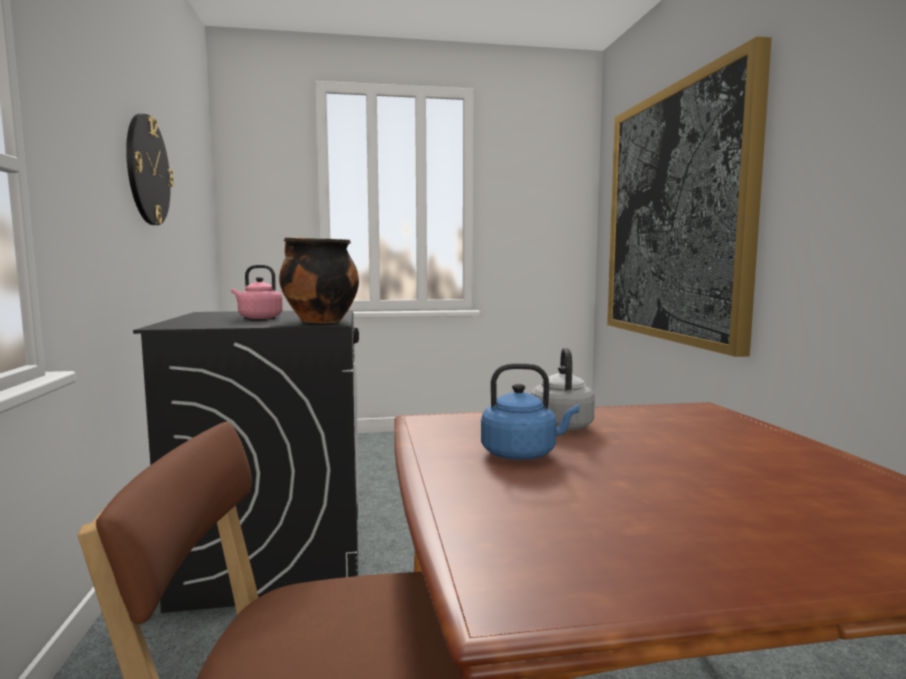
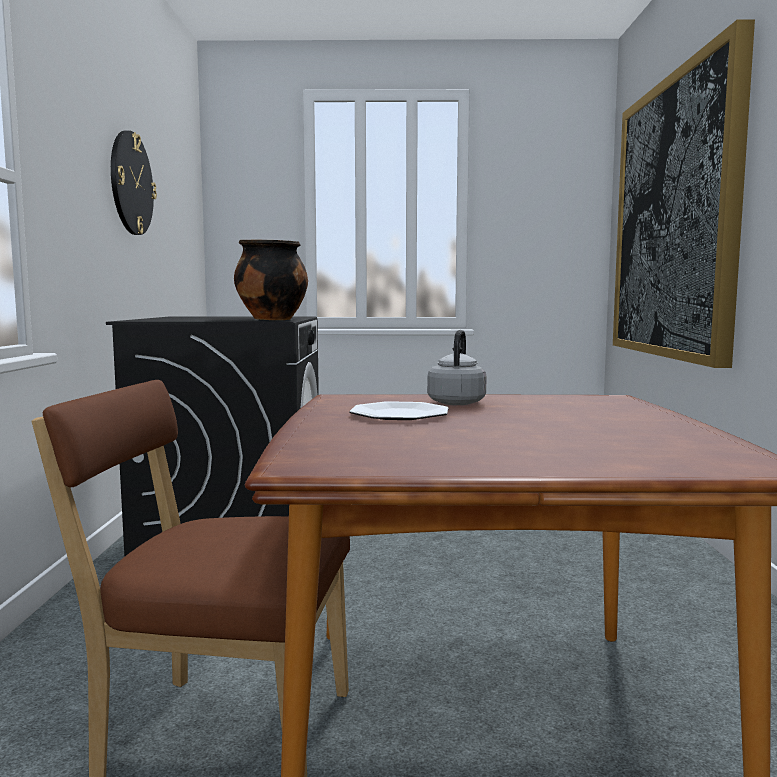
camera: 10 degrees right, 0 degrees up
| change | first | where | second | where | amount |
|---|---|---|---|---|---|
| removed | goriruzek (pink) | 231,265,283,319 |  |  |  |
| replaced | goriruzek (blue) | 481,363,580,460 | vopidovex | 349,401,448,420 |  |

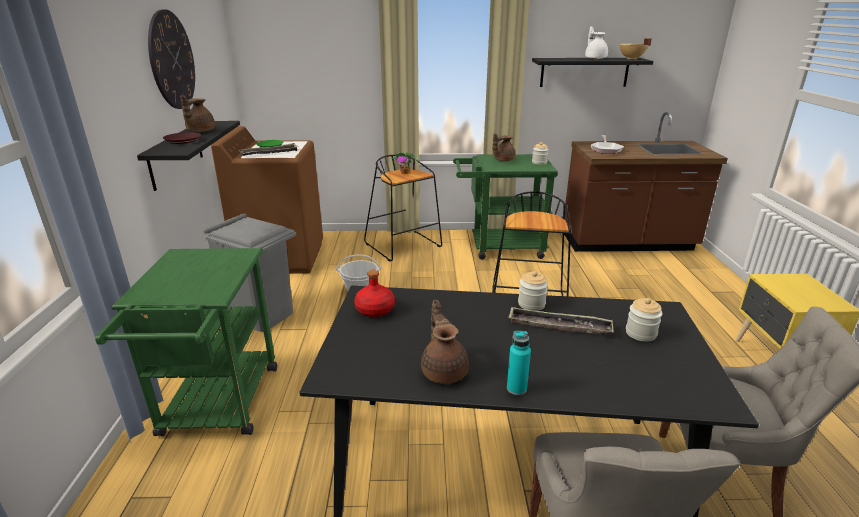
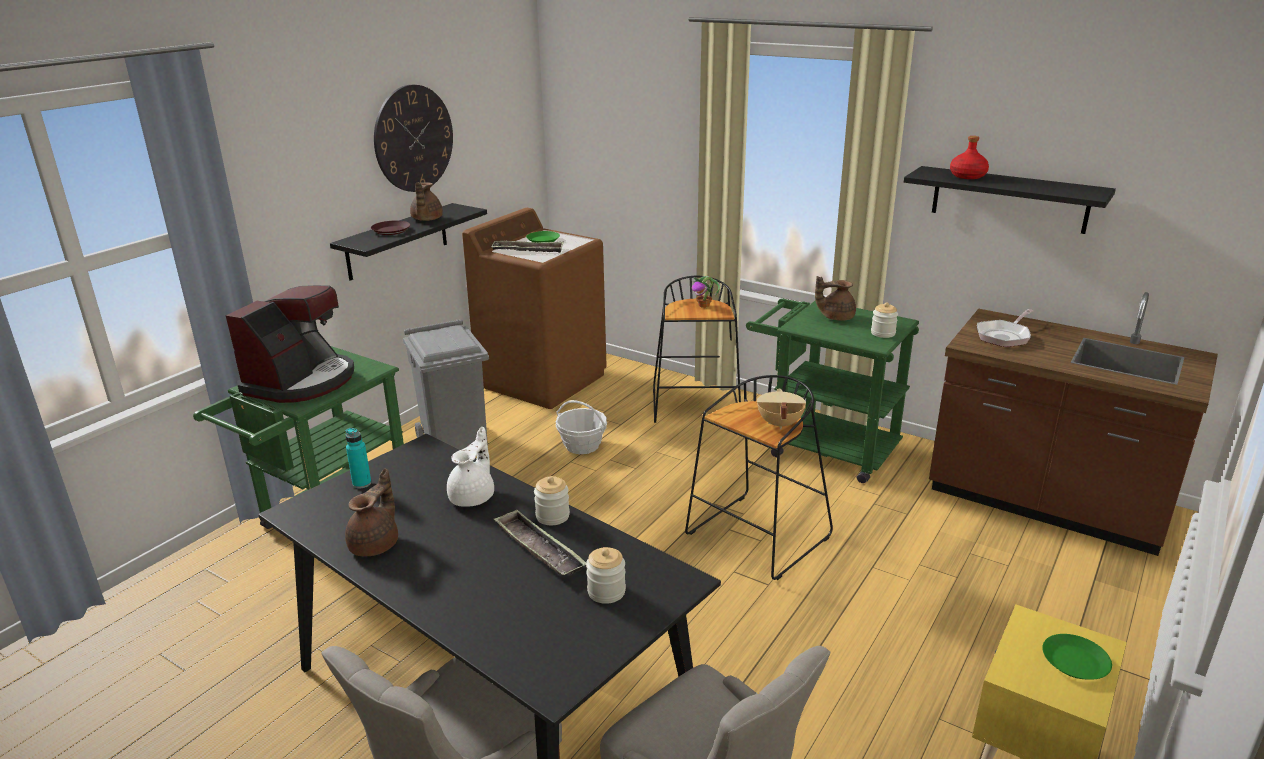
camera: 35 degrees right, 0 degrees up
| change | first | where | second | where | amount |
|---|---|---|---|---|---|
| moved | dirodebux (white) | 585,26,608,59 |  | 447,427,494,507 |  |
| moved | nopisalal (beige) | 620,38,652,59 |  | 757,389,806,429 |  |
| turned | dirodebux (brown) | 180,95,215,132 |  | 410,182,443,221 | 45 degrees counterclockwise |
| moved | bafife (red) | 354,270,395,317 |  | 950,136,989,179 |  |
| moved | bafife (turquoise) | 507,331,531,395 |  | 346,428,371,489 |  |
| added |  |  | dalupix | 226,285,354,403 |  |
| added |  |  | vopidovex (green) | 1042,634,1112,680 |  |

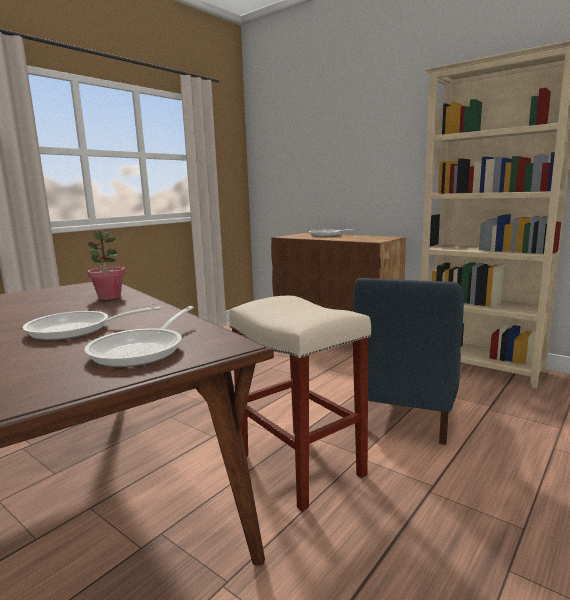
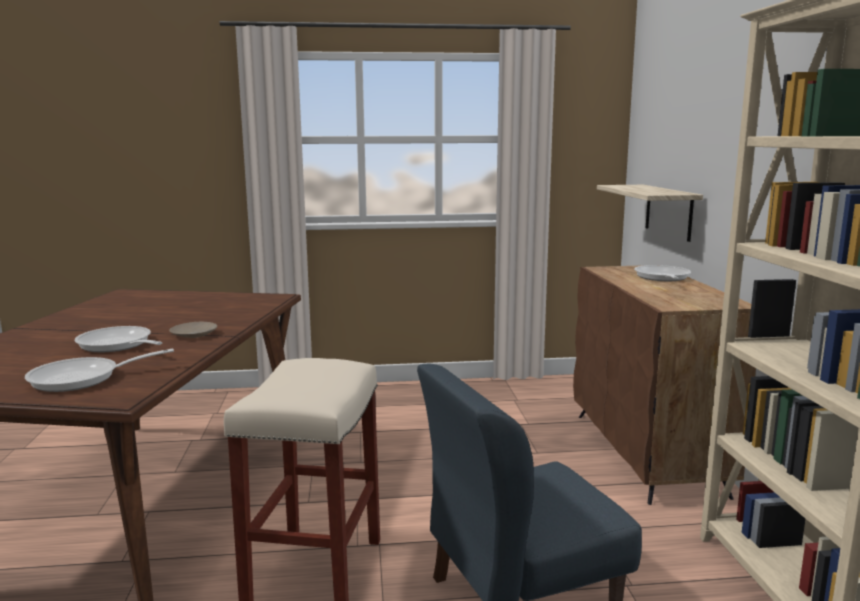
camera: 45 degrees right, 0 degrees up
| change | first | where | second | where | amount |
|---|---|---|---|---|---|
| removed | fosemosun | 87,230,125,300 |  |  |  |
| added |  |  | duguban | 597,185,703,242 |  |
| added |  |  | vopidovex (beige) | 169,322,217,338 |  |

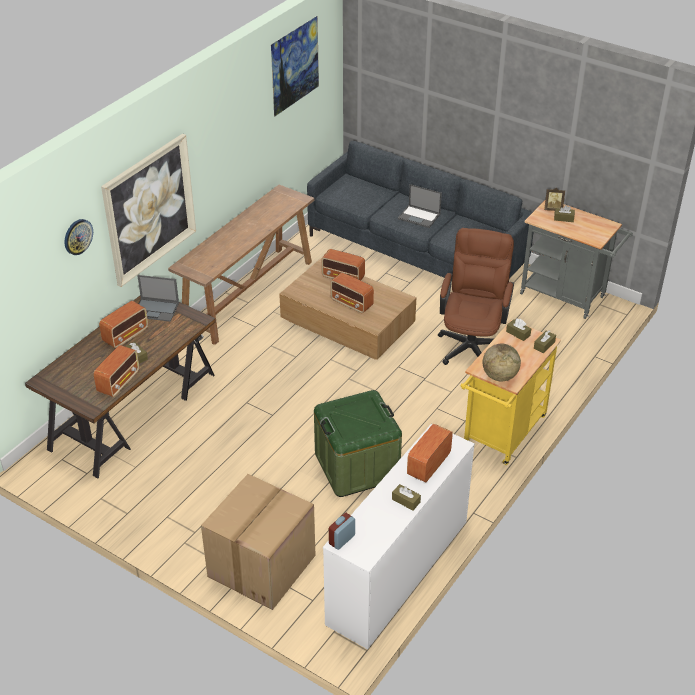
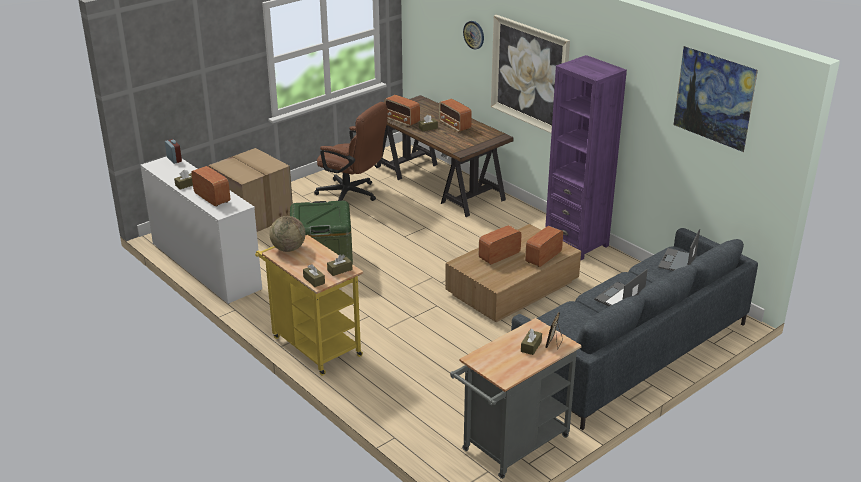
camera: 105 degrees right, 10 degrees down
| change | first | where | second | where | amount |
|---|---|---|---|---|---|
| replaced | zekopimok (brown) | 168,185,314,345 | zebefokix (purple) | 545,55,627,260 |  |
| moved | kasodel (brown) | 438,228,514,365 |  | 314,102,388,201 |  |
| moved | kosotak | 137,275,179,322 |  | 658,229,700,271 |  |

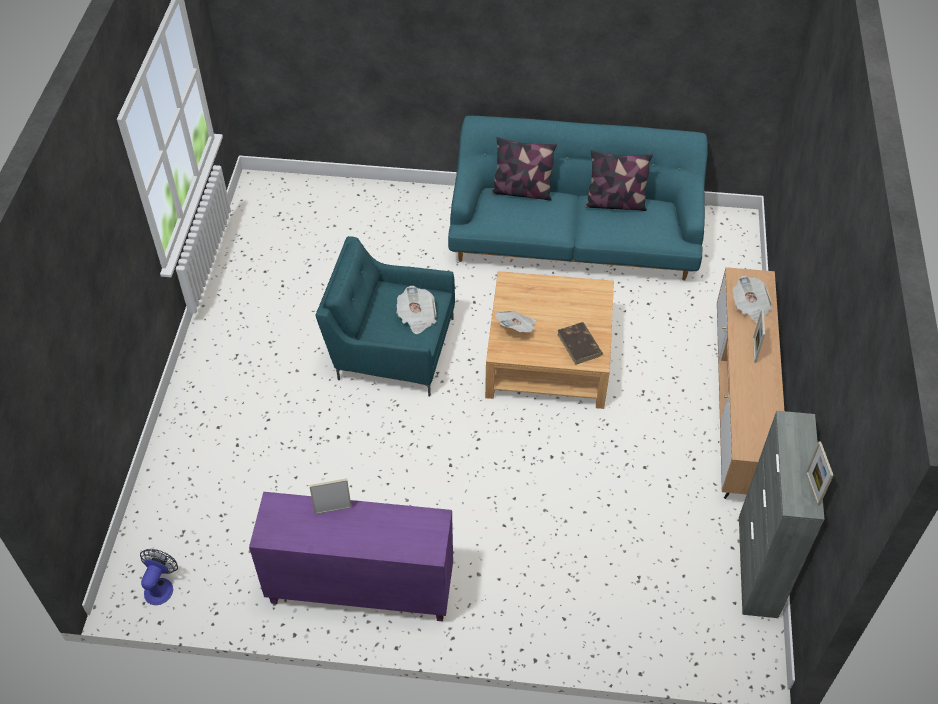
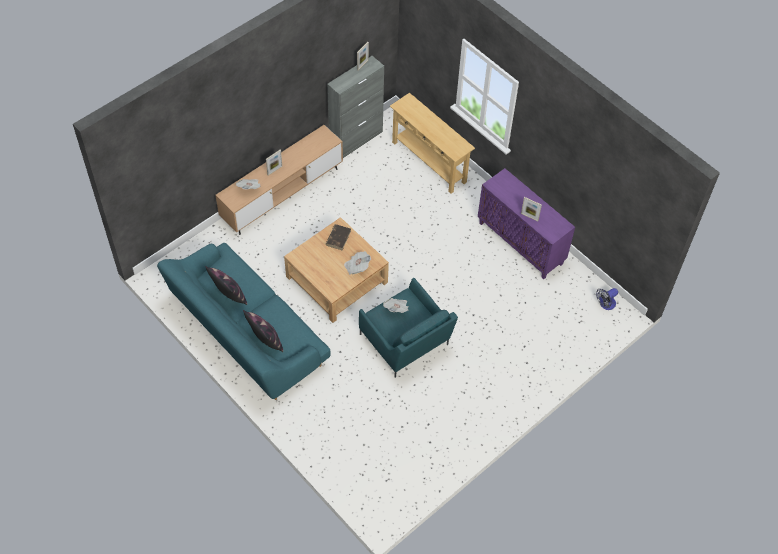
camera: 140 degrees left, 5 degrees up
| change | first | where | second | where | amount |
|---|---|---|---|---|---|
| added |  |  | zekopimok (beige) | 390,93,475,194 |  |

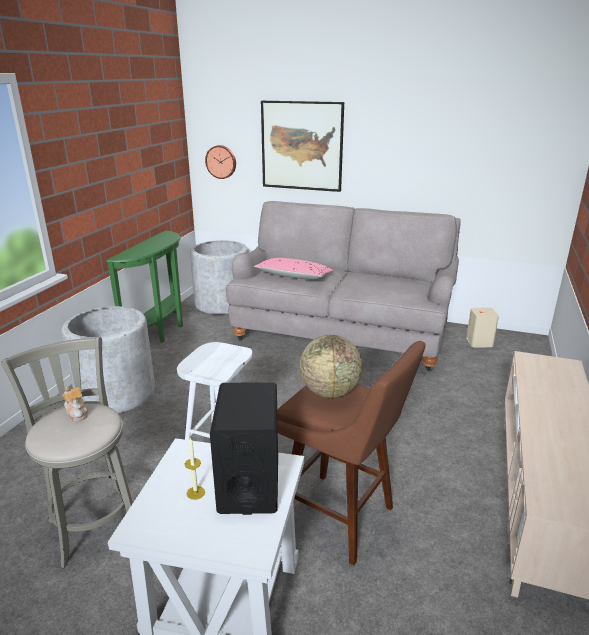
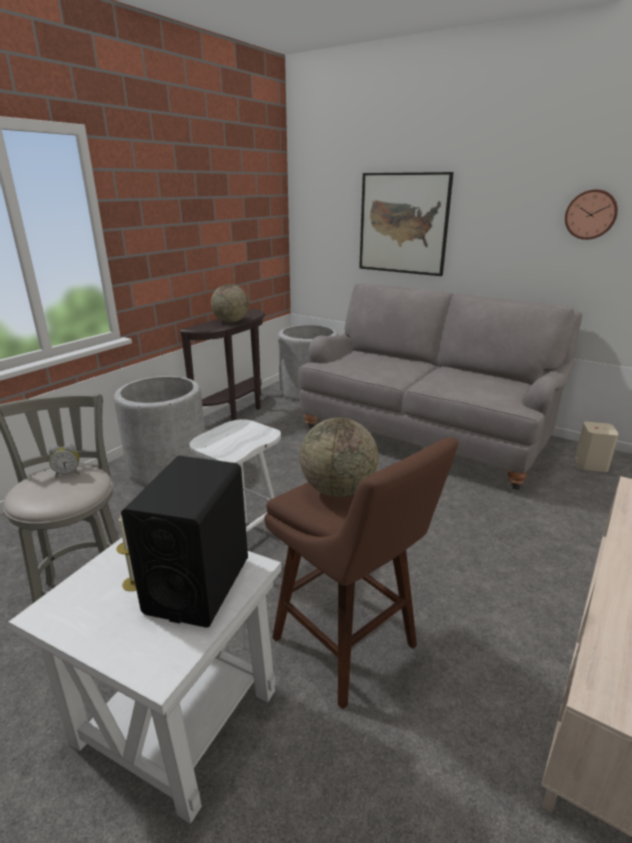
camera: 15 degrees right, 0 degrees up
| change | first | where | second | where | amount |
|---|---|---|---|---|---|
| moved | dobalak | 205,145,236,179 |  | 565,189,618,240 |  |
| recoloured | zekopimok (green) | 106,230,183,343 | zekopimok (brown) | 180,309,265,421 |  |
| removed | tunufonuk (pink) | 254,258,334,280 |  |  |  |
| replaced | dirodebux | 62,386,88,422 | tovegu | 49,444,80,477 |  |
| added |  |  | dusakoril | 211,284,249,323 |  |

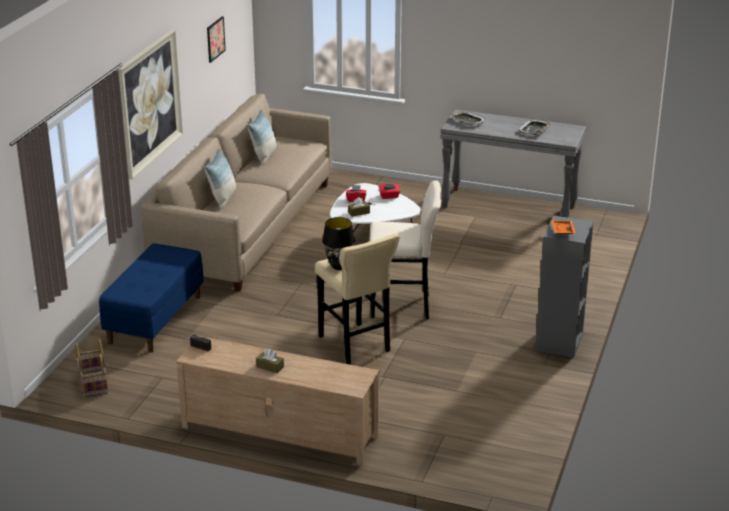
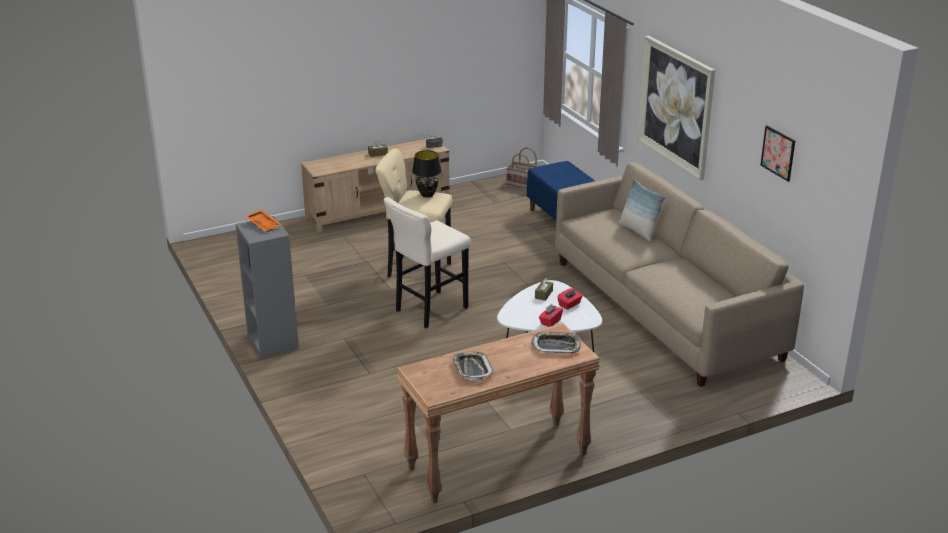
camera: 135 degrees right, 0 degrees up
| change | first | where | second | where | amount |
|---|---|---|---|---|---|
| removed | tunufonuk | 247,109,277,166 |  |  |  |
| recoloured | zekopimok (grey) | 440,109,586,218 | zekopimok (brown) | 397,323,600,503 |  |

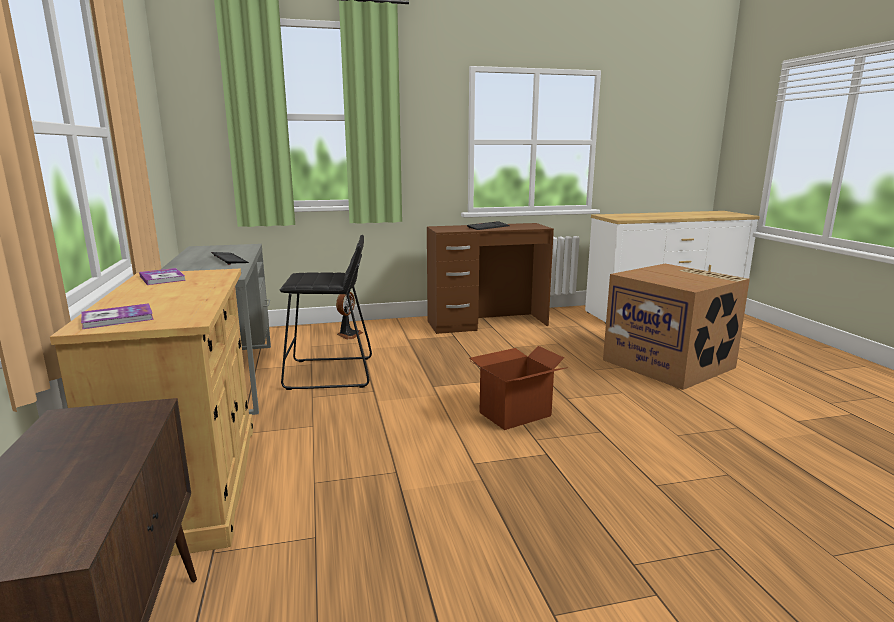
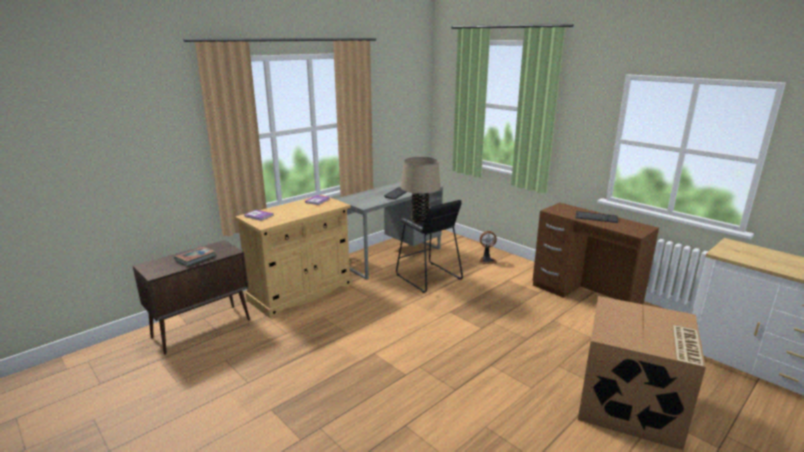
camera: 60 degrees right, 5 degrees up
| change | first | where | second | where | amount |
|---|---|---|---|---|---|
| removed | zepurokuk | 470,346,568,430 |  |  |  |
| added |  |  | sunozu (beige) | 401,157,440,223 |  |
| added |  |  | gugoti | 174,247,216,266 |  |

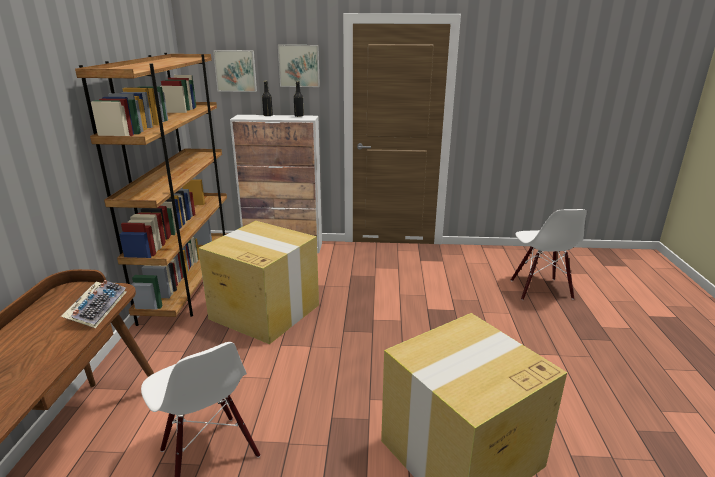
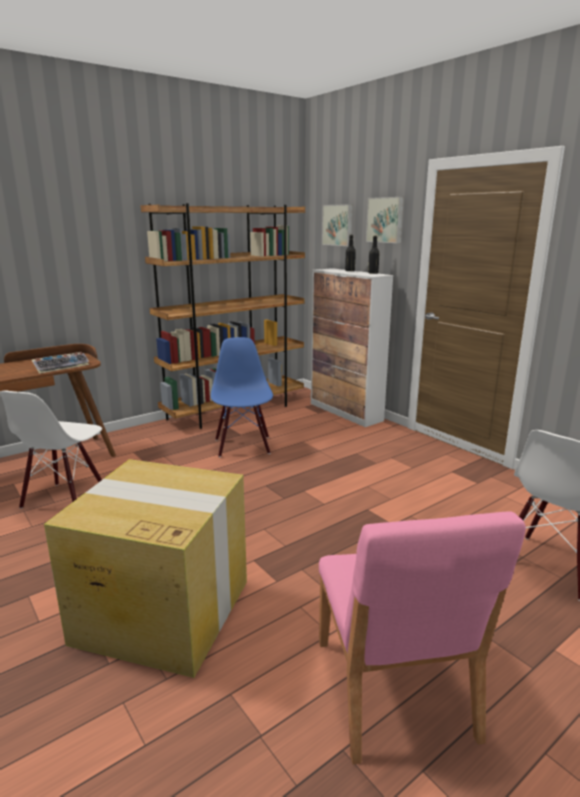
camera: 50 degrees right, 5 degrees down
| change | first | where | second | where | amount |
|---|---|---|---|---|---|
| replaced | zepurokuk | 198,221,319,344 | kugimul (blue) | 211,337,273,457 |  |
| added |  |  | kugimul (pink) | 319,511,526,765 |  |

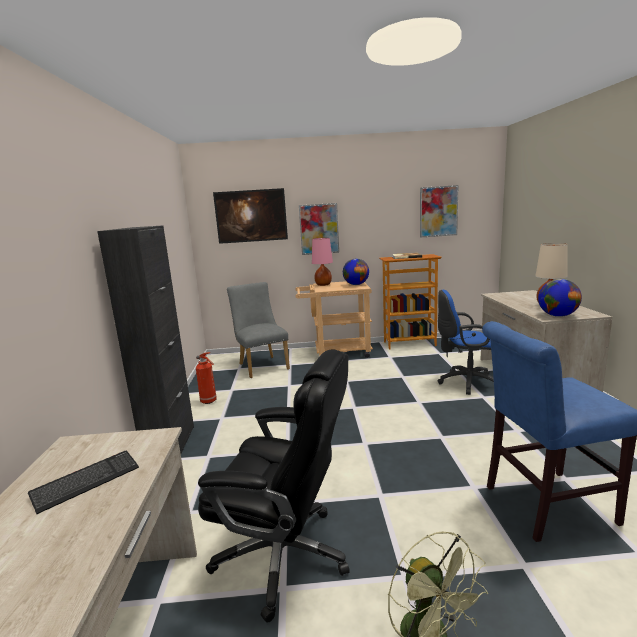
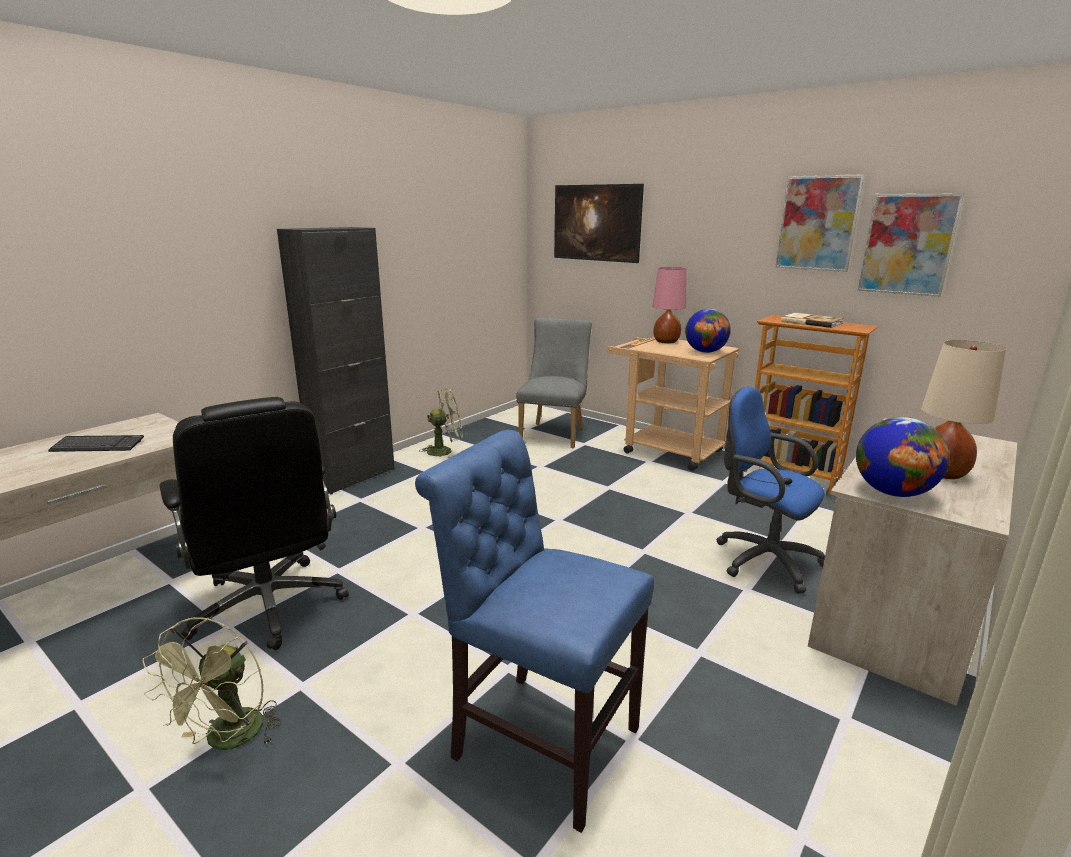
camera: 40 degrees right, 5 degrees up
| change | first | where | second | where | amount |
|---|---|---|---|---|---|
| moved | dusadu | 299,203,339,255 |  | 775,174,865,272 |  |
| replaced | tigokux | 196,352,217,404 | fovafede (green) | 419,388,462,458 |  |

